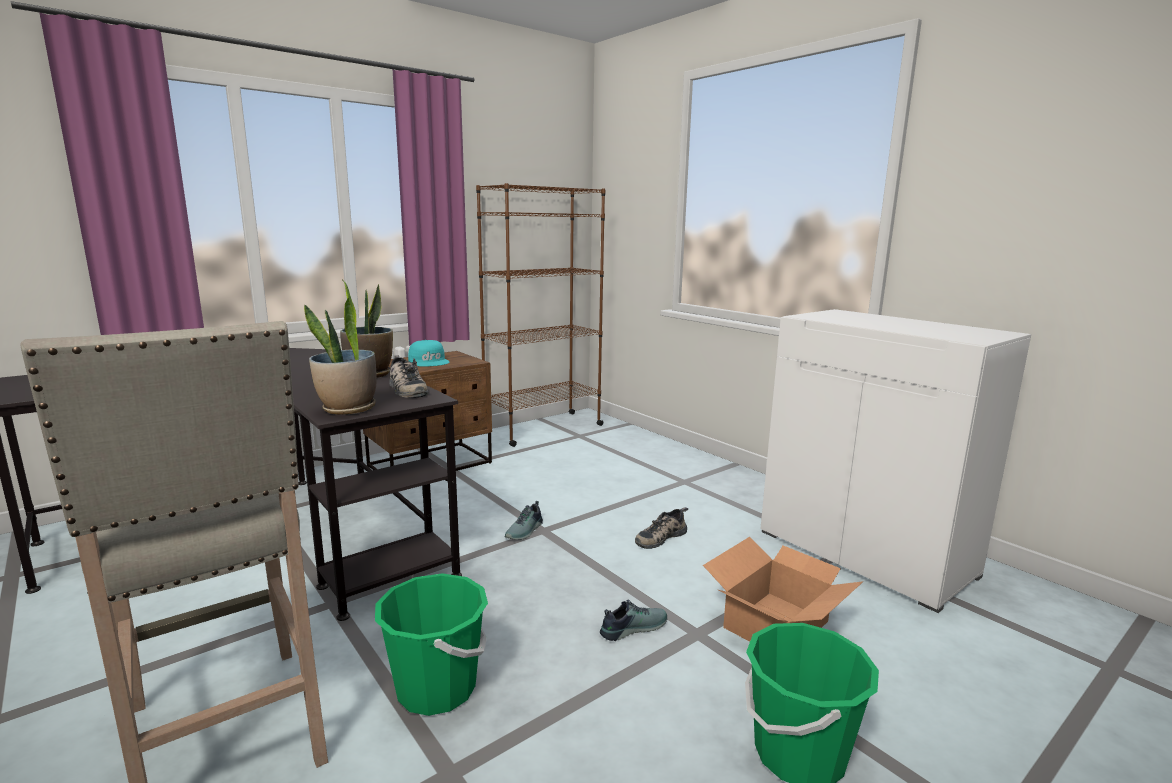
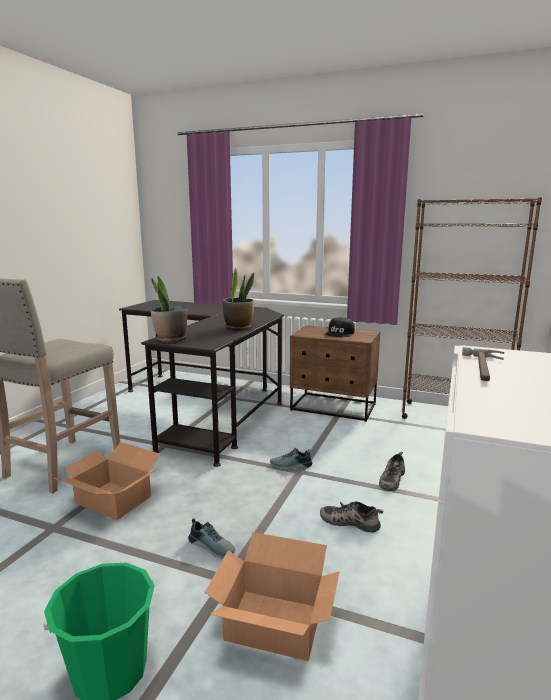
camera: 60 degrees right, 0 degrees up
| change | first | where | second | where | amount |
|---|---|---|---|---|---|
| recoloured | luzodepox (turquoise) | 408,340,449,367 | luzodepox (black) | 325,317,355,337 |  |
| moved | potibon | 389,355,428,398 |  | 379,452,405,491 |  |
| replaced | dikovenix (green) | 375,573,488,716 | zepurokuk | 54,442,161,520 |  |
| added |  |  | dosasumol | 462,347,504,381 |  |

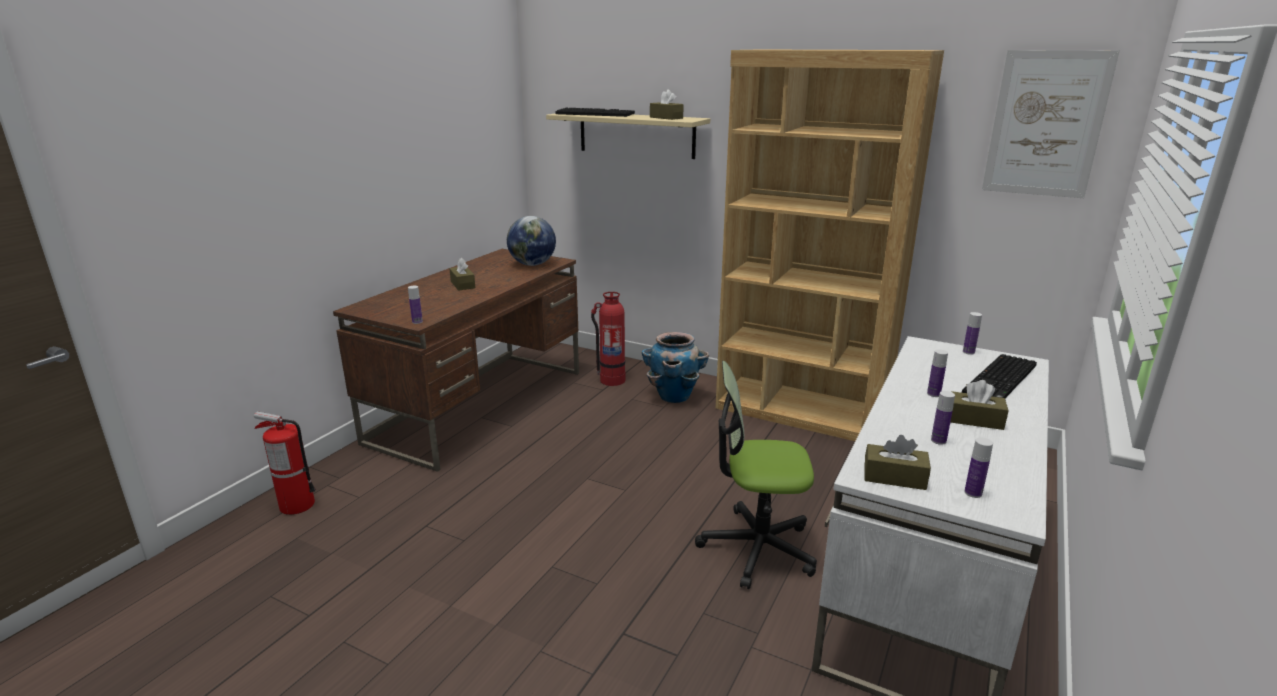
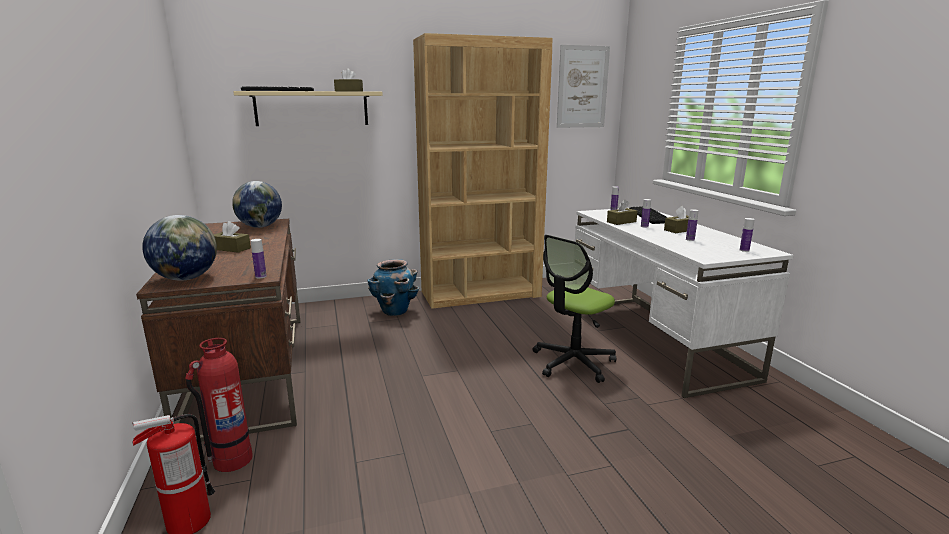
camera: 45 degrees left, 5 degrees down
| change | first | where | second | where | amount |
|---|---|---|---|---|---|
| moved | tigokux | 591,292,625,386 |  | 185,338,253,472 |  |
| moved | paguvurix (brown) | 864,435,931,490 |  | 607,199,638,225 |  |
| added |  |  | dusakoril | 142,215,217,281 |  |

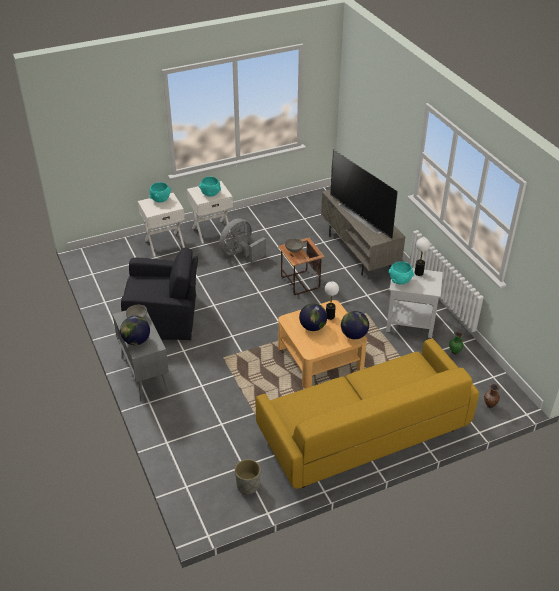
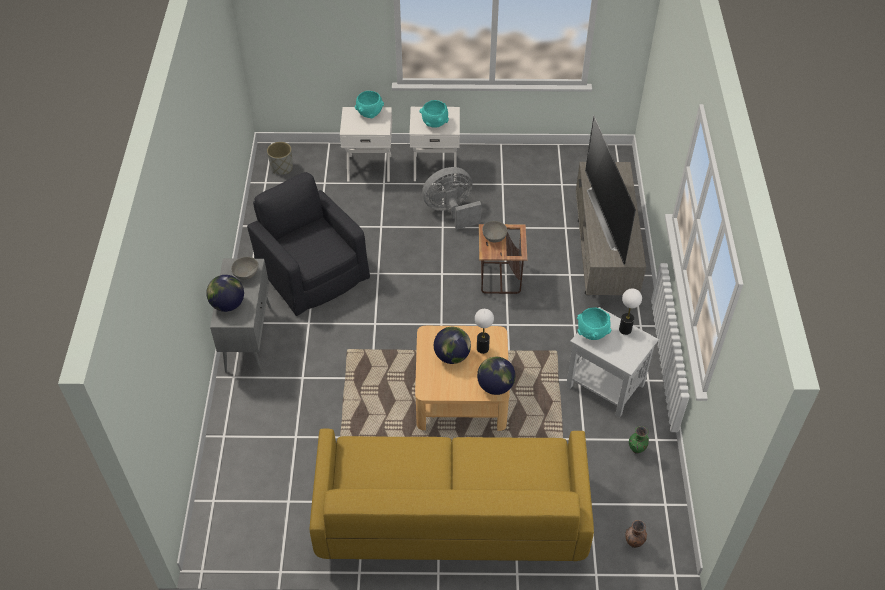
camera: 25 degrees right, 10 degrees up
| change | first | where | second | where | amount |
|---|---|---|---|---|---|
| turned | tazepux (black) | 121,248,198,340 |  | 247,172,370,316 | 150 degrees counterclockwise |
| moved | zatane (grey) | 235,459,261,494 |  | 267,142,293,175 |  |

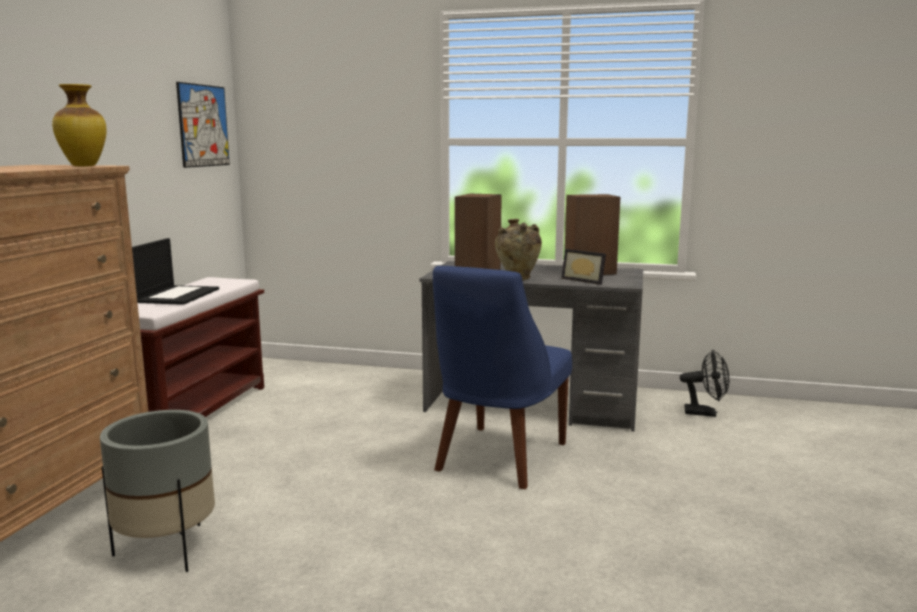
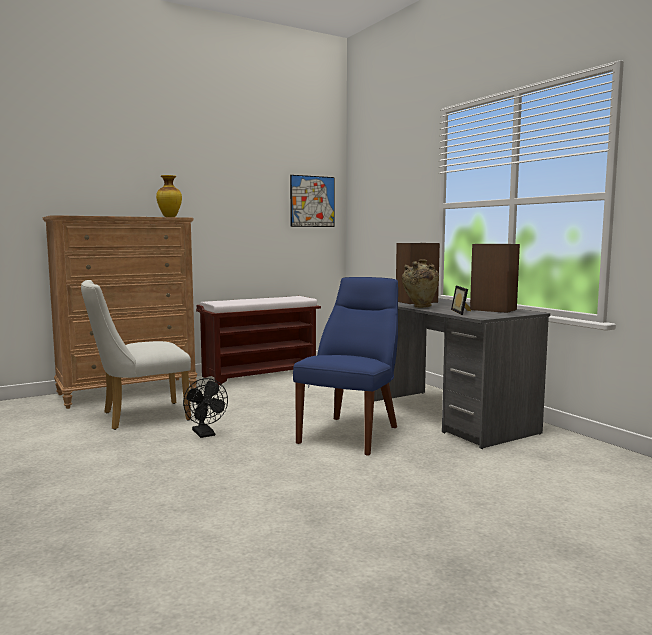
camera: 45 degrees right, 5 degrees down
| change | first | where | second | where | amount |
|---|---|---|---|---|---|
| removed | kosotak | 132,238,219,305 |  |  |  |
| turned | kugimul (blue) | 433,266,572,489 |  | 293,277,398,455 | 135 degrees clockwise |
| moved | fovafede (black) | 680,350,729,417 |  | 183,378,228,438 |  |
| replaced | zatane (grey) | 100,410,215,572 | kugimul (white) | 81,280,191,430 |  |

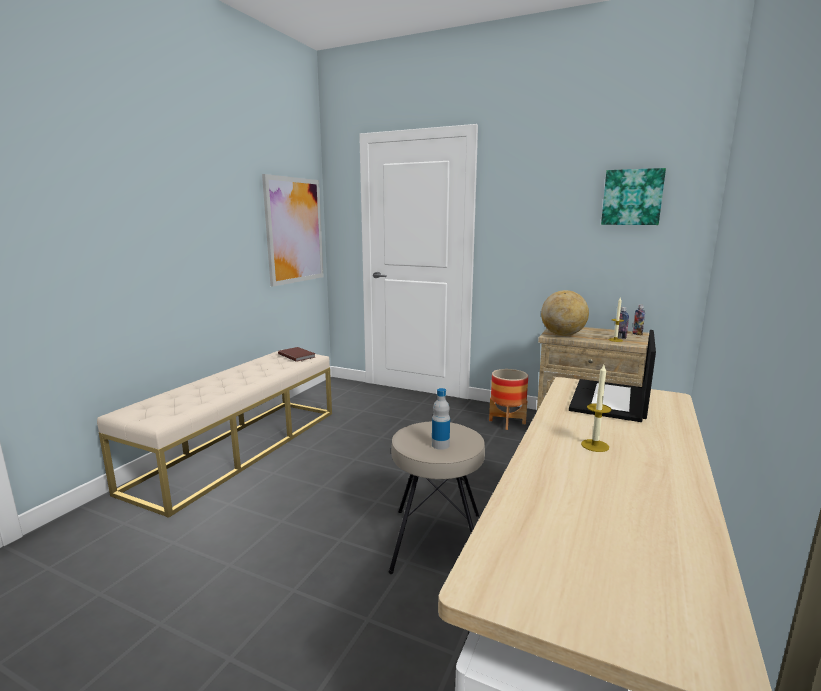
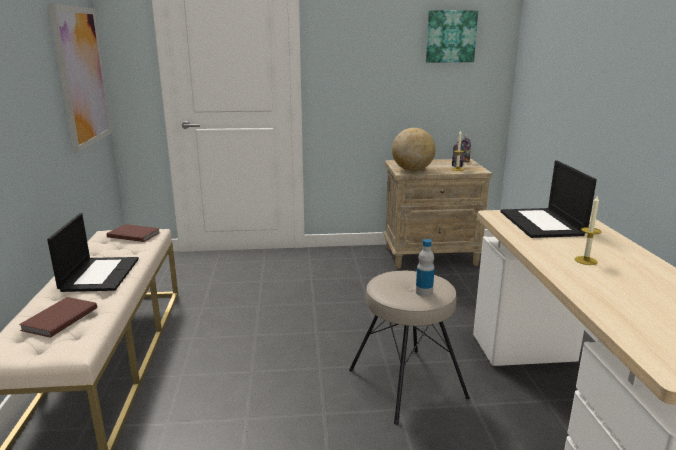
camera: 30 degrees left, 5 degrees up
| change | first | where | second | where | amount |
|---|---|---|---|---|---|
| removed | zatane | 489,369,528,430 |  |  |  |
| added |  |  | kosotak | 47,213,139,292 |  |
| added |  |  | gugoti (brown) | 19,297,97,338 |  |

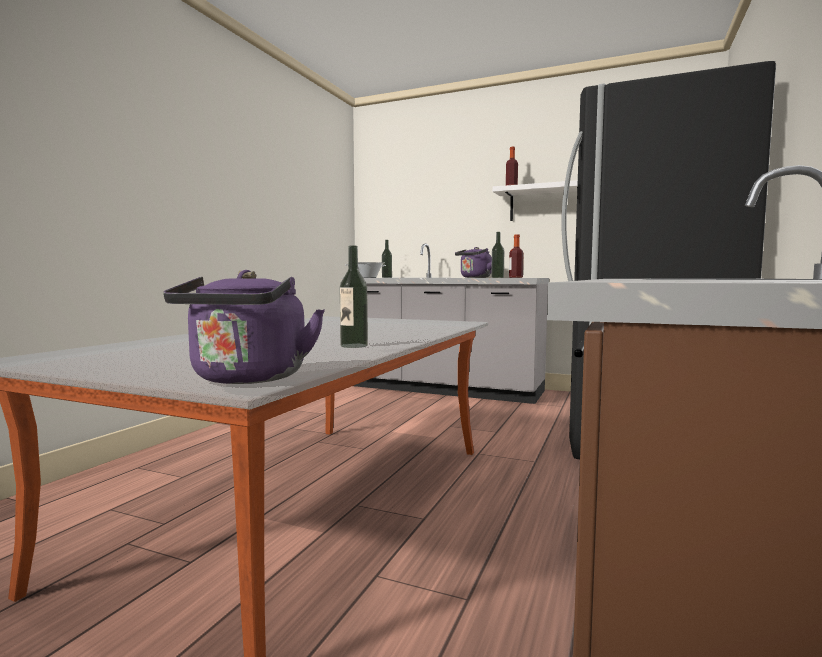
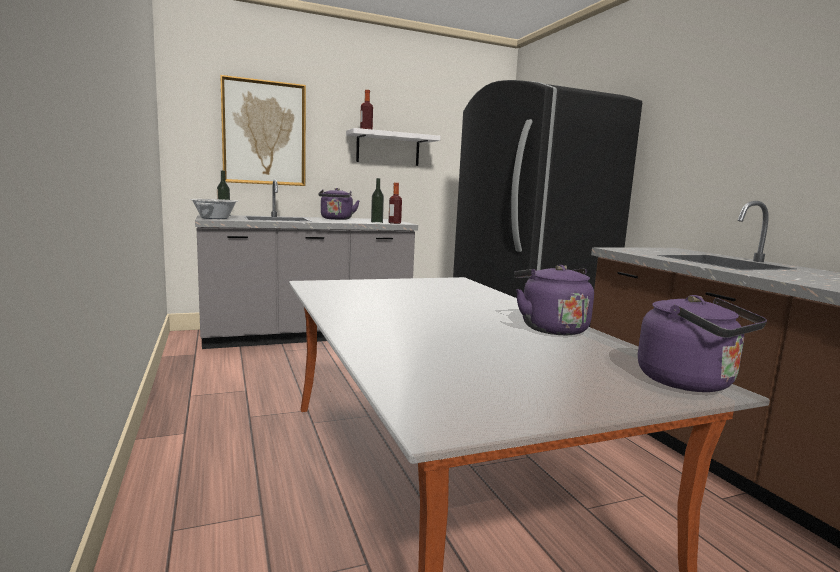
camera: 45 degrees left, 5 degrees up
| change | first | where | second | where | amount |
|---|---|---|---|---|---|
| replaced | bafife | 340,246,368,348 | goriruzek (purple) | 514,265,594,335 |  |
| added |  |  | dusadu | 220,75,306,186 |  |

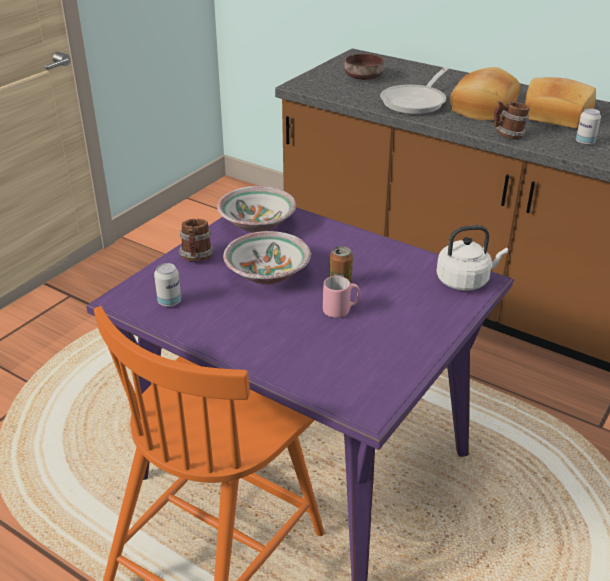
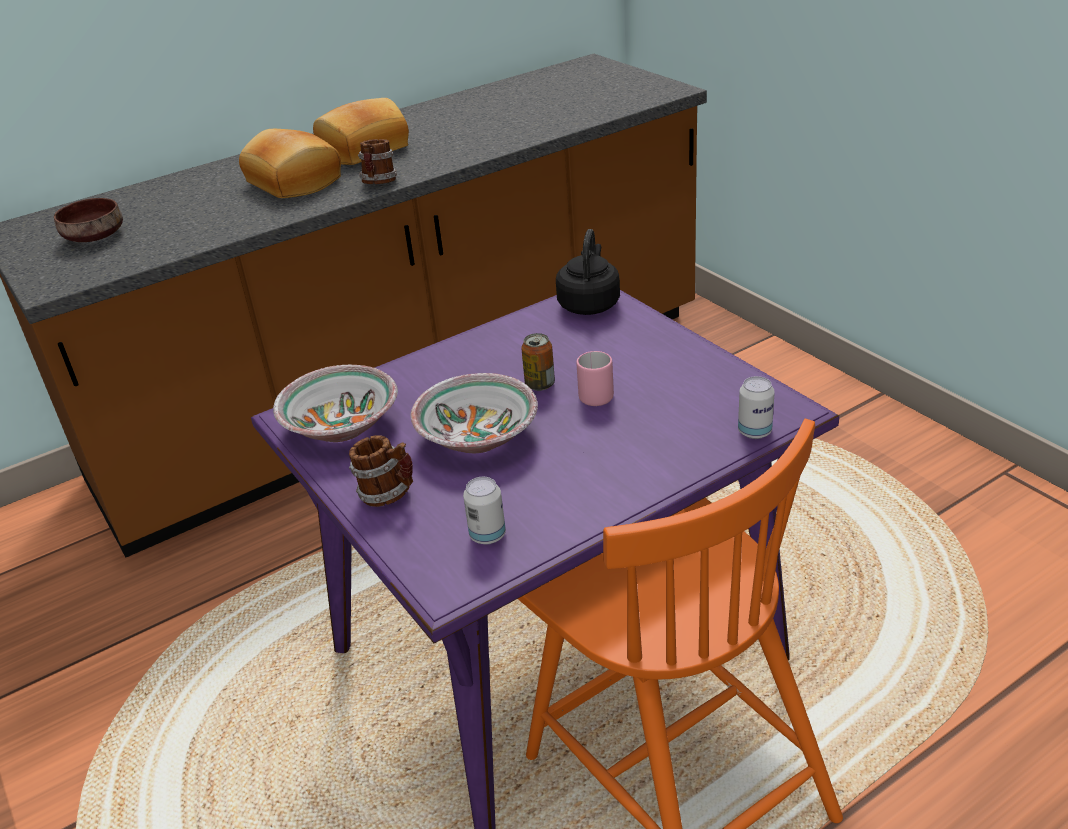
camera: 65 degrees left, 0 degrees up
| change | first | where | second | where | amount |
|---|---|---|---|---|---|
| removed | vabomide | 380,67,449,115 |  |  |  |
| moved | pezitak | 576,108,601,145 |  | 738,376,775,439 |  |
| recoloured | goriruzek (white) | 436,225,508,291 | goriruzek (black) | 556,229,620,315 |  |

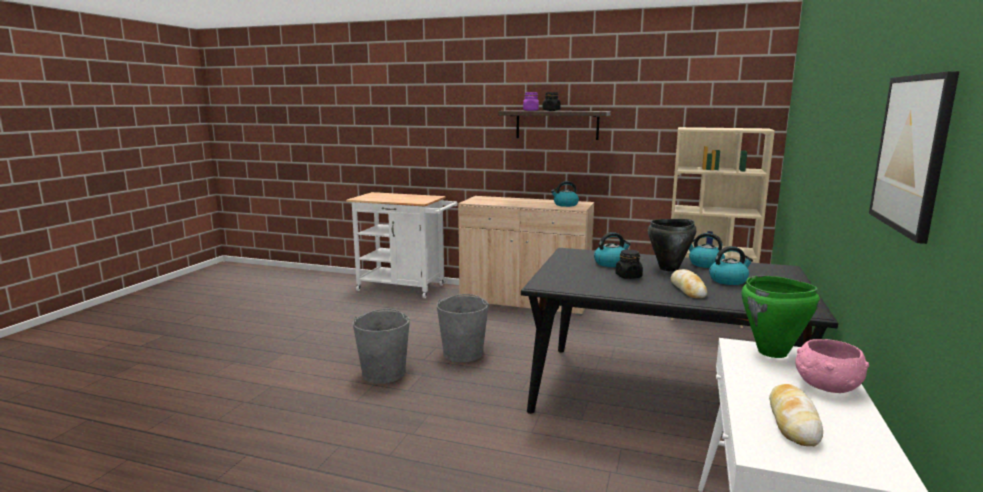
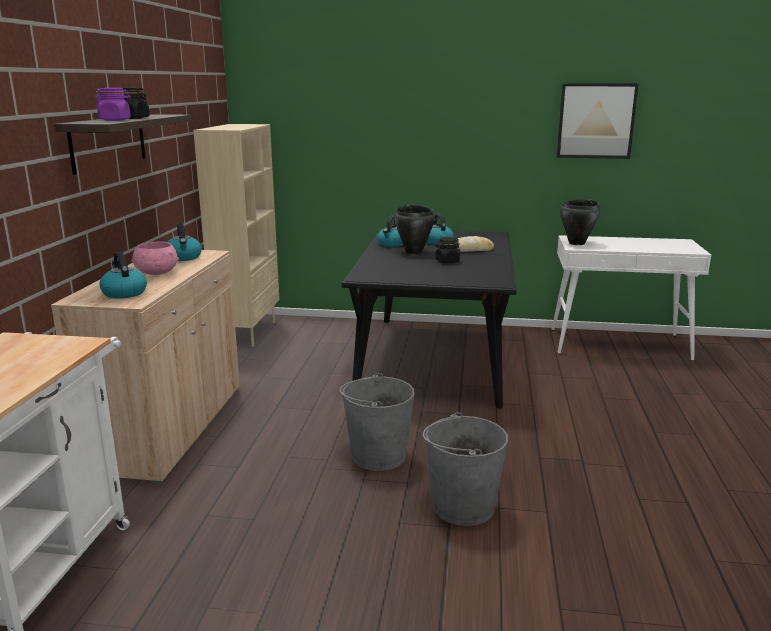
camera: 100 degrees left, 5 degrees up
| change | first | where | second | where | amount |
|---|---|---|---|---|---|
| moved | goriruzek | 594,232,631,267 |  | 99,252,147,299 |  |
| recoloured | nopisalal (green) | 741,276,820,358 | nopisalal (black) | 560,199,600,245 |  |
| moved | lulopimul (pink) | 795,339,869,393 |  | 131,241,179,275 |  |
| removed | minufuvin | 769,384,823,446 |  |  |  |

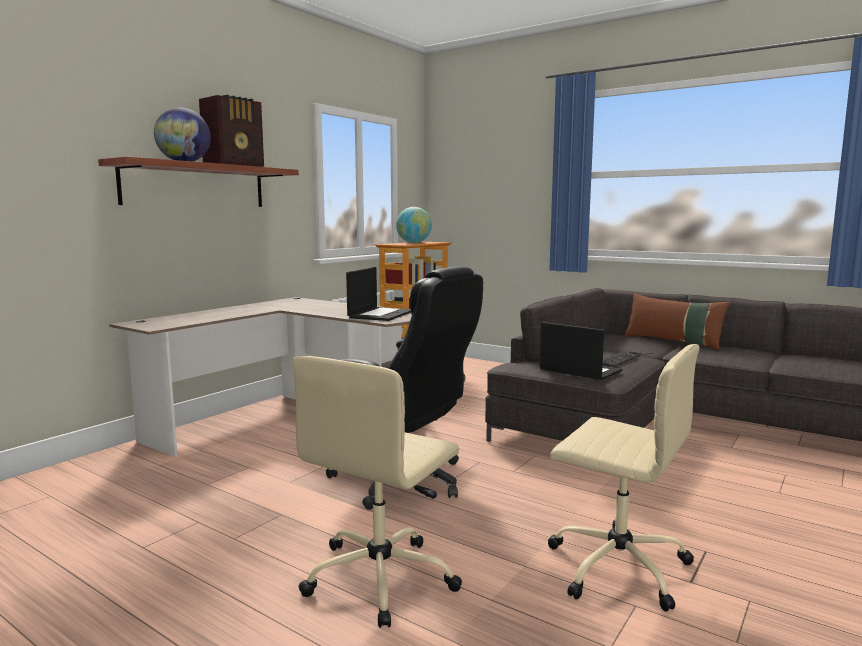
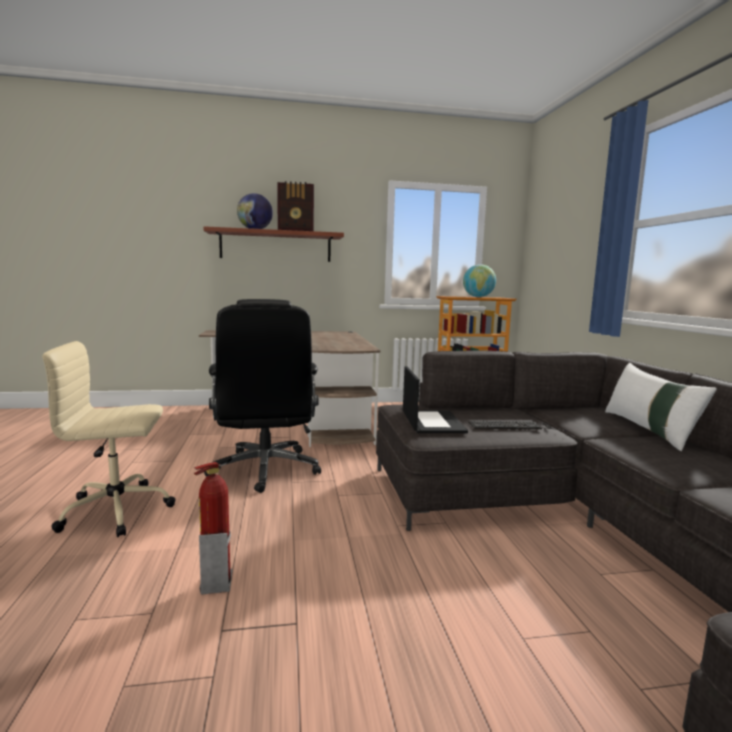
camera: 45 degrees right, 0 degrees up
| change | first | where | second | where | amount |
|---|---|---|---|---|---|
| removed | kosotak | 346,267,411,321 |  |  |  |
| recoloured | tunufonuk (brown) | 625,293,731,350 | tunufonuk (white) | 605,363,717,451 |  |
| replaced | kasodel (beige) | 548,344,700,612 | tigokux | 194,462,233,595 |  |

